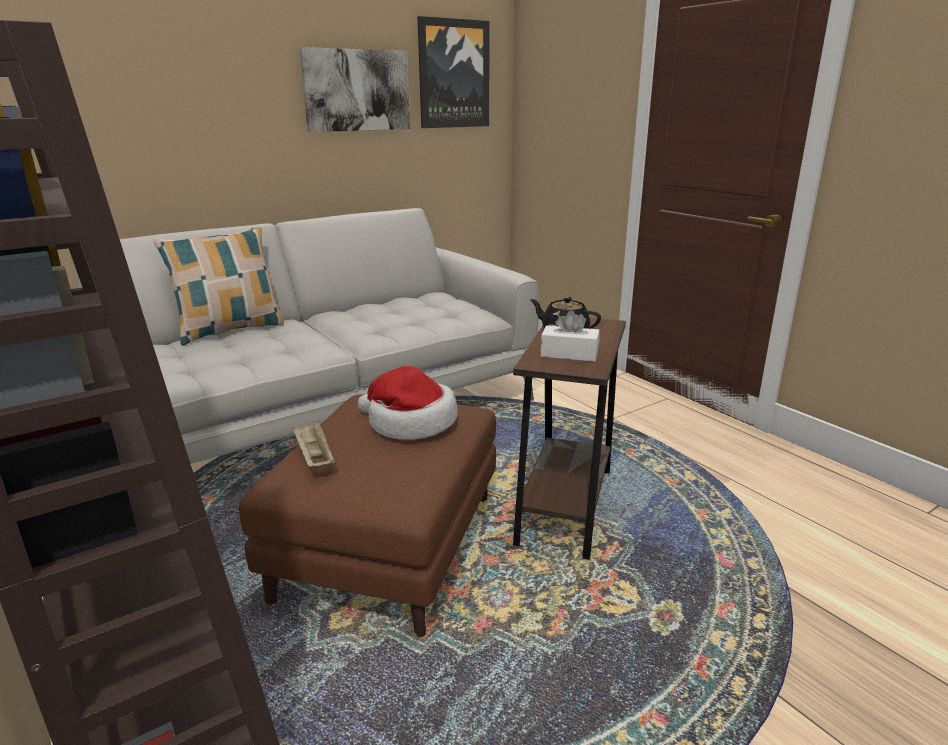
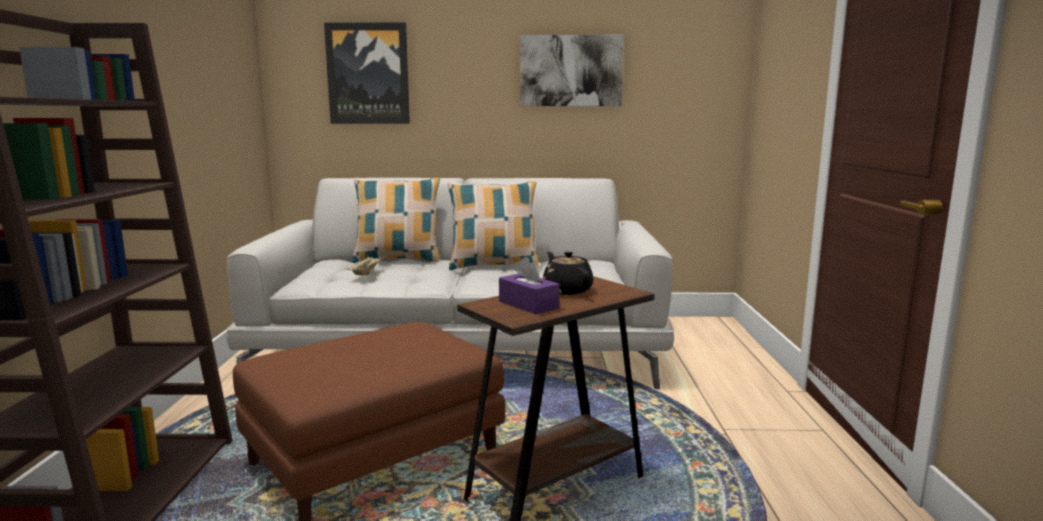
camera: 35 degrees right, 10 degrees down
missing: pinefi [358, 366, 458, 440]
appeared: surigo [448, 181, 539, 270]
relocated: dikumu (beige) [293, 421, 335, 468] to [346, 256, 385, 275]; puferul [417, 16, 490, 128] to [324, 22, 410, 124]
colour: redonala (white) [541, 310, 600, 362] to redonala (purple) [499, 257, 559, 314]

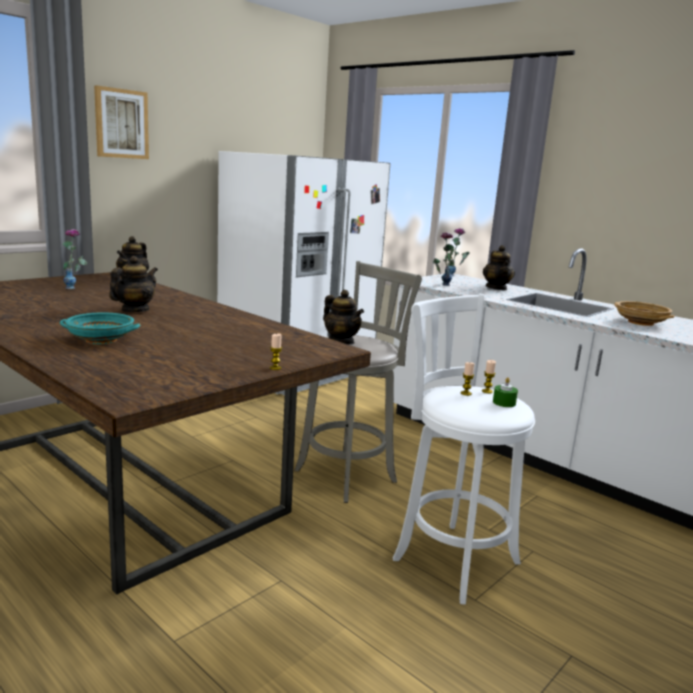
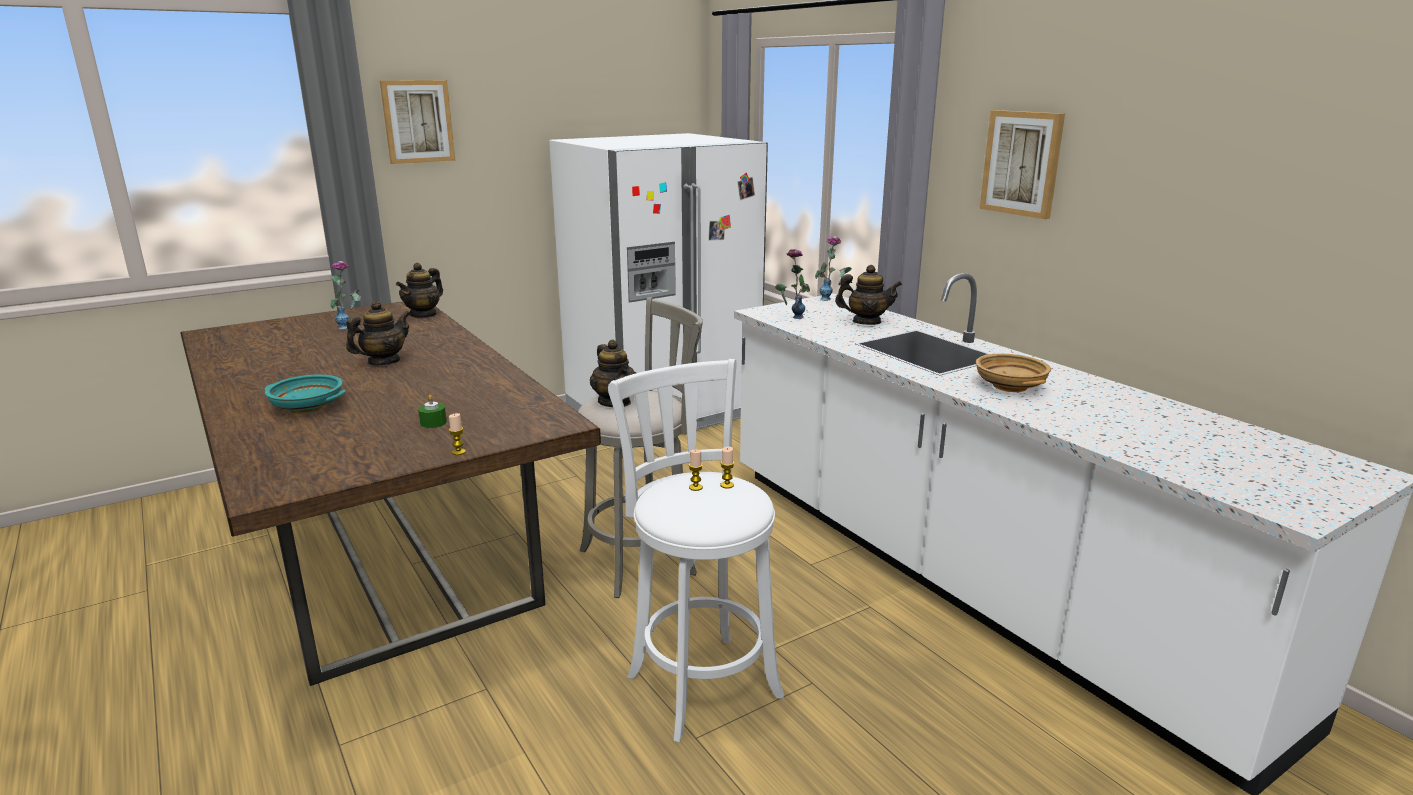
camera: 15 degrees right, 5 degrees up
appeared: puferul [979, 110, 1065, 219]
relocated: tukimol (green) [493, 377, 518, 407] to [418, 395, 447, 428]
spun: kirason [483, 245, 515, 290] = [835, 265, 902, 325] 90 degrees counterclockwise

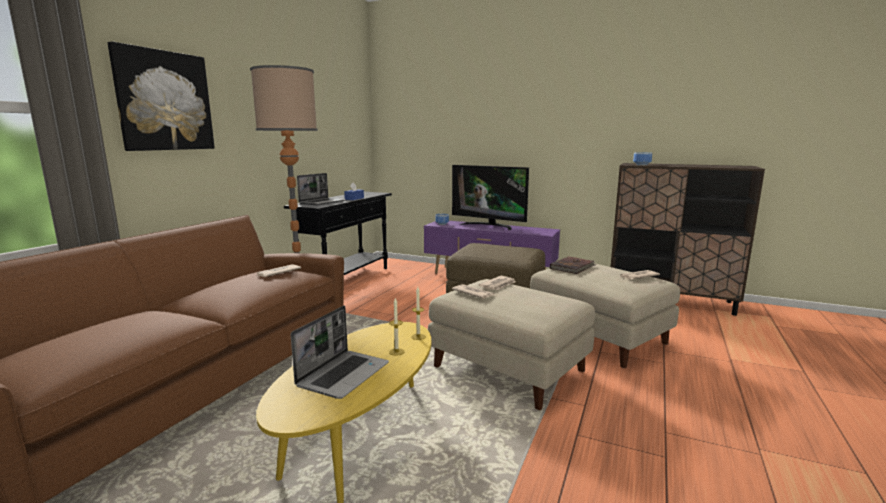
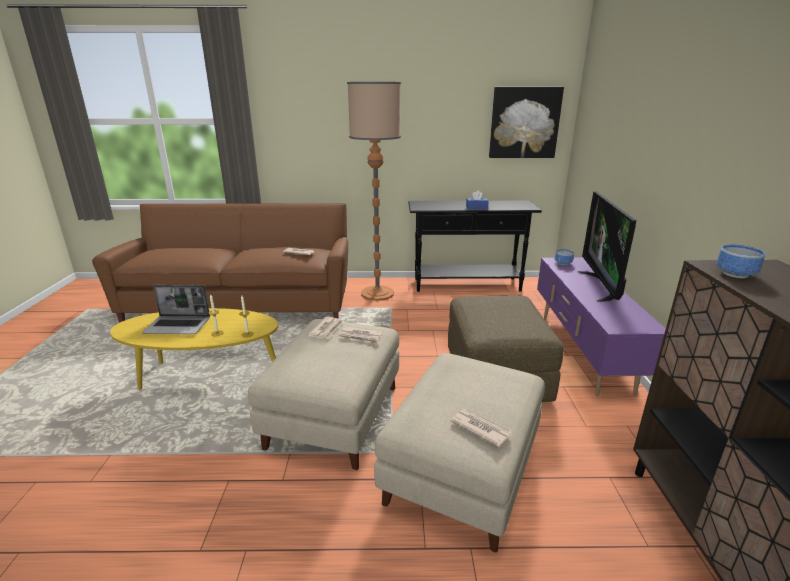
camera: 65 degrees right, 10 degrees up
missing: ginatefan [297, 173, 346, 205]; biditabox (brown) [550, 256, 597, 274]
relocated: puferul [108, 42, 215, 151] to [489, 87, 564, 158]

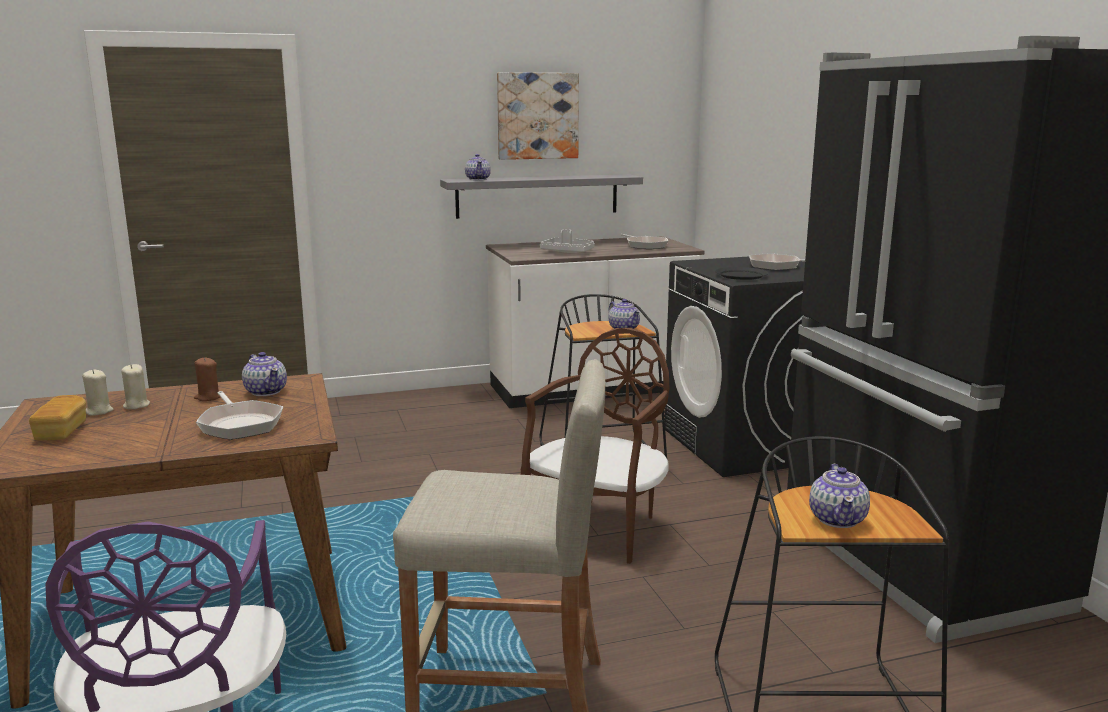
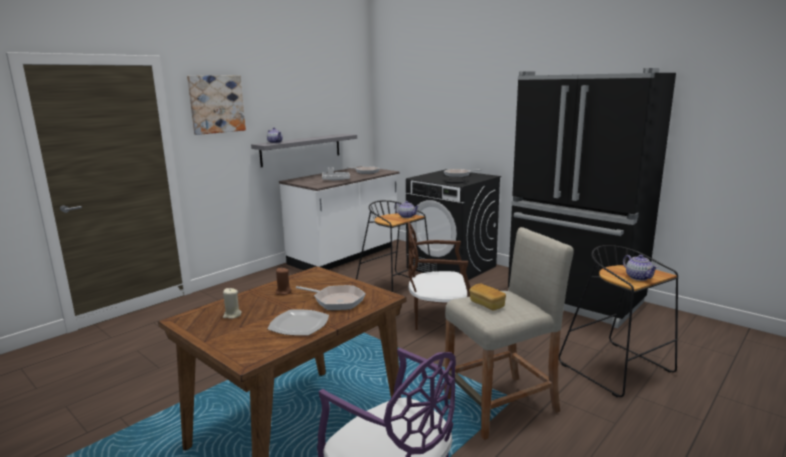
camera: 30 degrees left, 0 degrees up
missing: tukimol (beige) [121, 364, 150, 409]; kirason [242, 352, 287, 396]
appeared: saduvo [267, 310, 329, 336]
relocated: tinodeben [29, 395, 86, 440] to [469, 284, 506, 311]; puferul [497, 72, 579, 160] to [187, 75, 246, 135]
spun: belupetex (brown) [521, 328, 669, 564] = [408, 222, 470, 330] 90 degrees counterclockwise

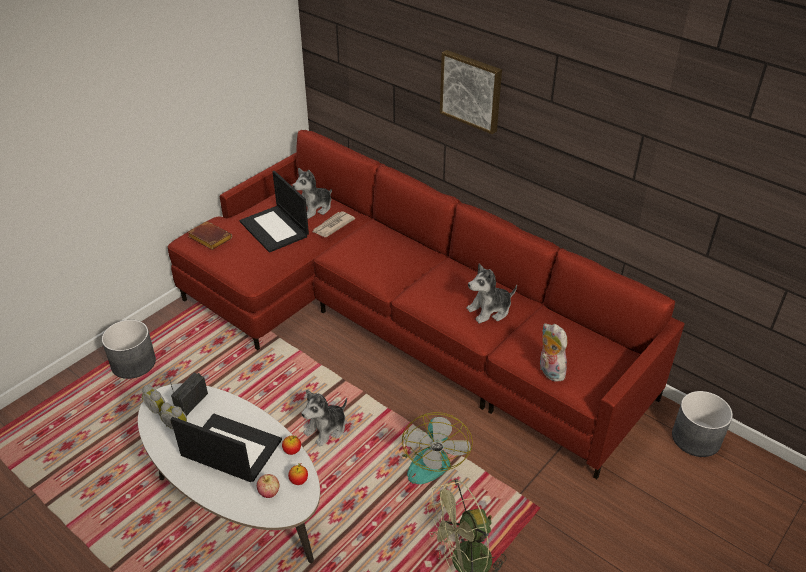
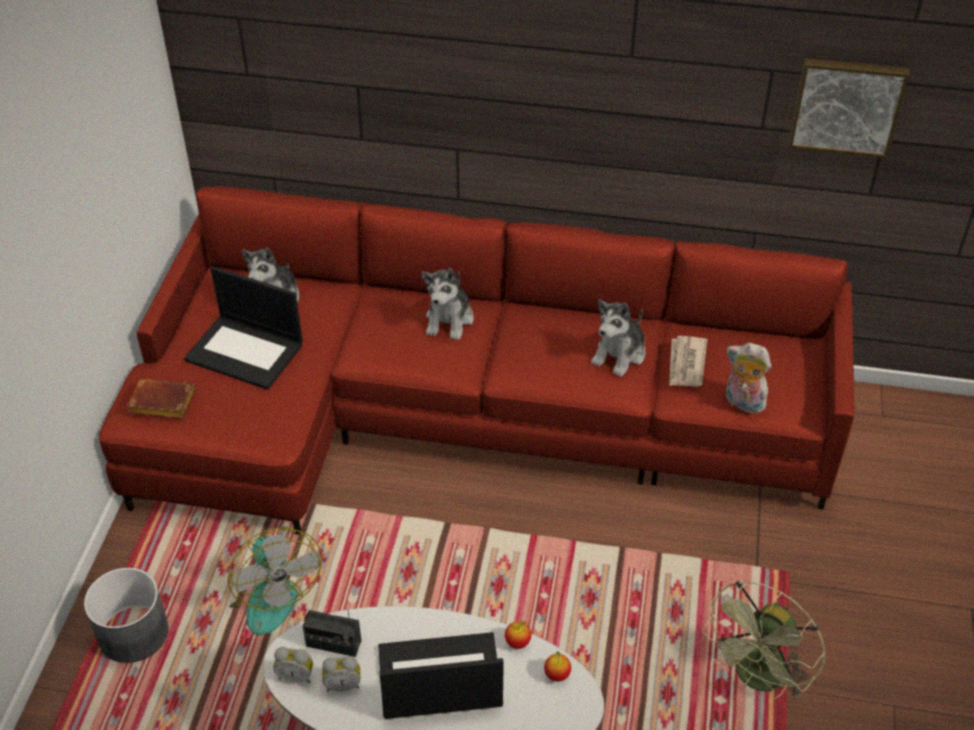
camera: 30 degrees left, 5 degrees up
missing: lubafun [257, 474, 279, 498]; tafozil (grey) [672, 391, 733, 457]
relocated: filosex [301, 390, 347, 446] to [421, 268, 474, 340]; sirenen [313, 211, 355, 237] to [669, 336, 707, 387]; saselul [402, 412, 473, 484] to [228, 528, 322, 635]; puferul [440, 50, 502, 134] to [788, 58, 910, 158]
spun: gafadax [168, 373, 208, 416] = [303, 610, 361, 657] 75 degrees counterclockwise

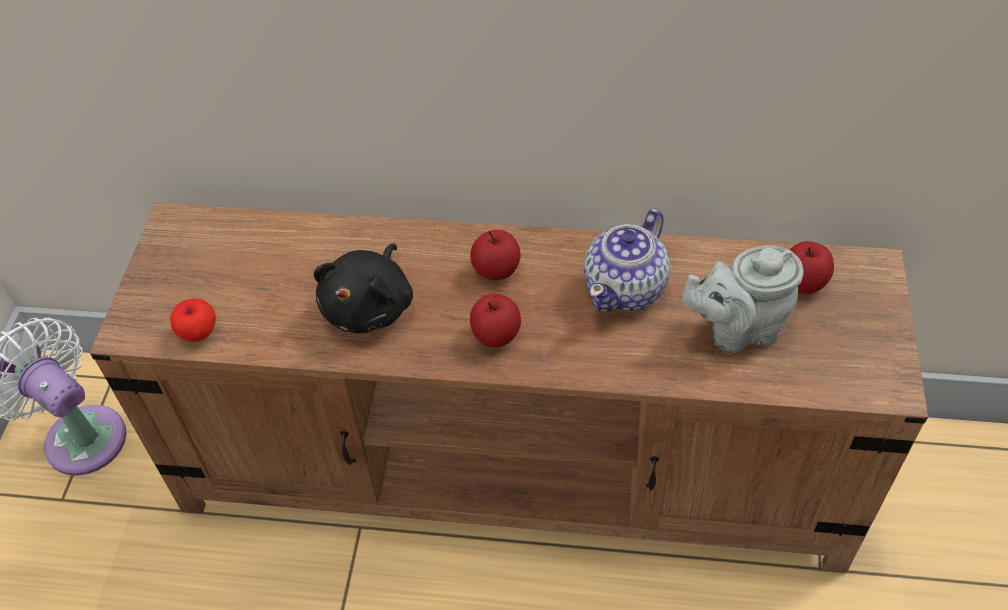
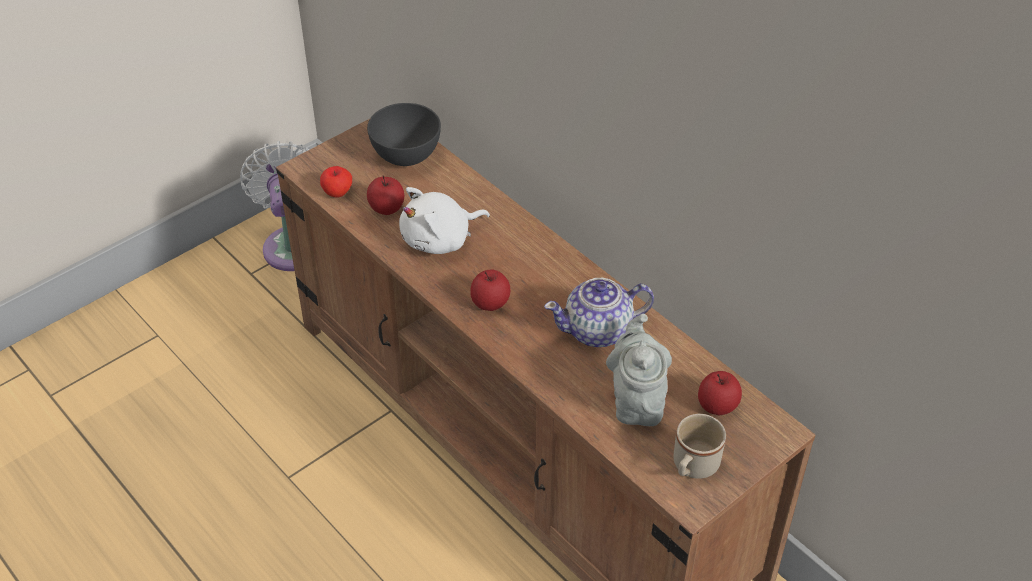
camera: 40 degrees right, 5 degrees down
appeared: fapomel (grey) [367, 103, 441, 166]; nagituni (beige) [674, 414, 726, 479]
relocated: lubafun [470, 230, 521, 280] to [367, 175, 404, 215]
colour: filosex (black) [314, 243, 413, 333] to filosex (white) [399, 187, 490, 254]
spun: kirason (grey) [682, 245, 804, 353] = [606, 314, 672, 426] 60 degrees clockwise

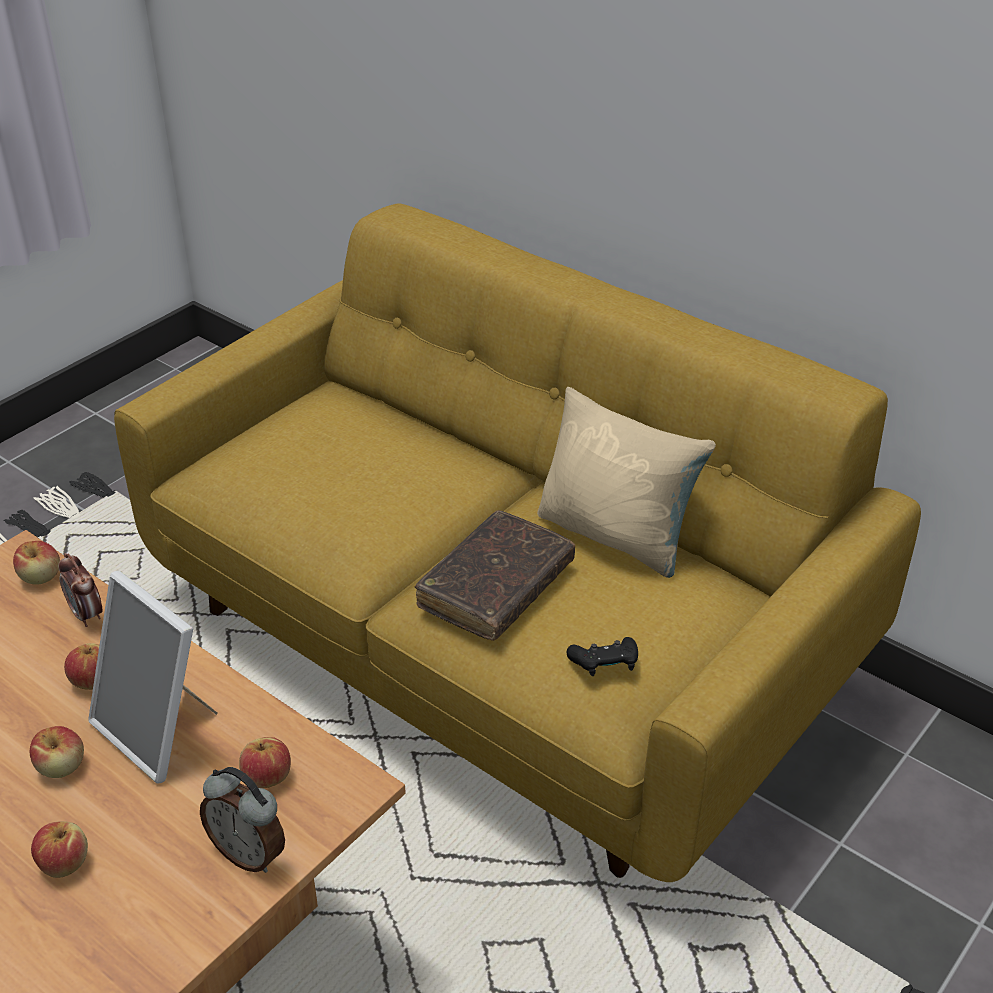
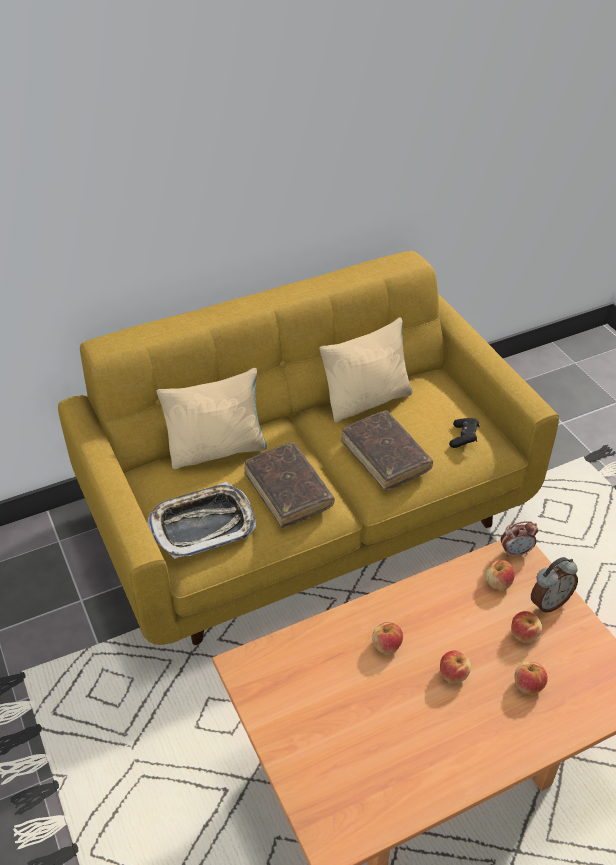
camera: 65 degrees left, 5 degrees up
missing: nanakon [88, 571, 218, 783]
appeared: dikumu [147, 482, 256, 559]; surigo (beige) [156, 368, 267, 469]; biditabox (brown) [244, 442, 335, 528]
relocated: lubafun [13, 541, 60, 585] to [511, 611, 542, 642]; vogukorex [59, 553, 102, 627] to [501, 521, 538, 557]

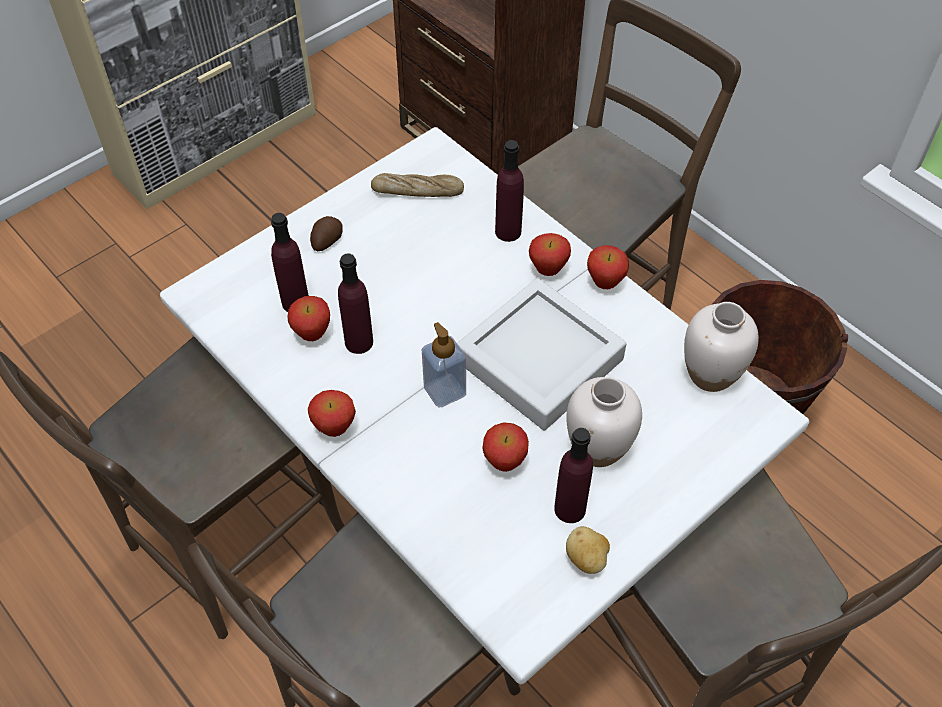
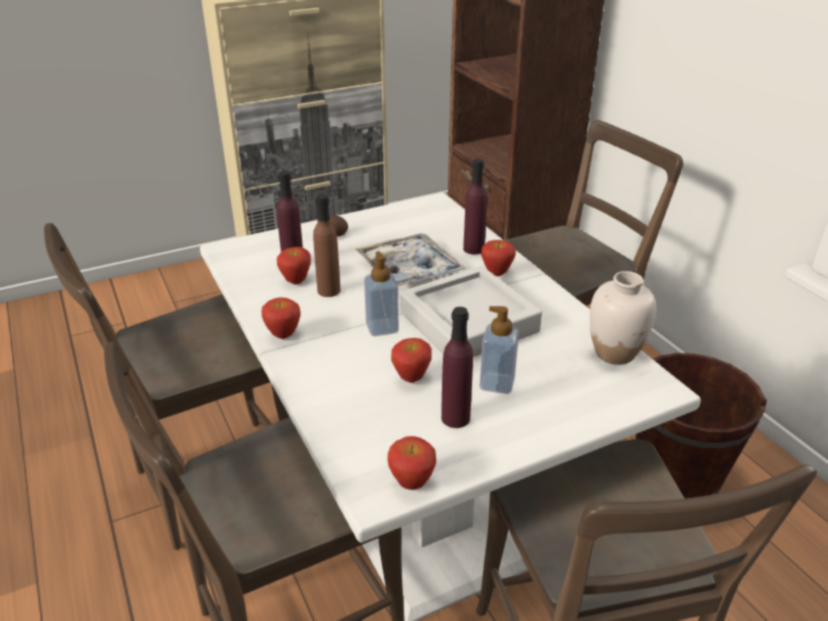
camera: 15 degrees right, 20 degrees down
missing: tinodeben [371, 173, 464, 197]; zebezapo [566, 526, 610, 574]
appeared: dikumu [355, 233, 466, 286]
relocated: lubafun [587, 245, 629, 289] to [388, 436, 436, 490]
exchanged: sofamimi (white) [566, 377, 642, 467] to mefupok [480, 306, 519, 394]
colour: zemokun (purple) [338, 253, 373, 354] to zemokun (brown) [313, 194, 340, 297]

